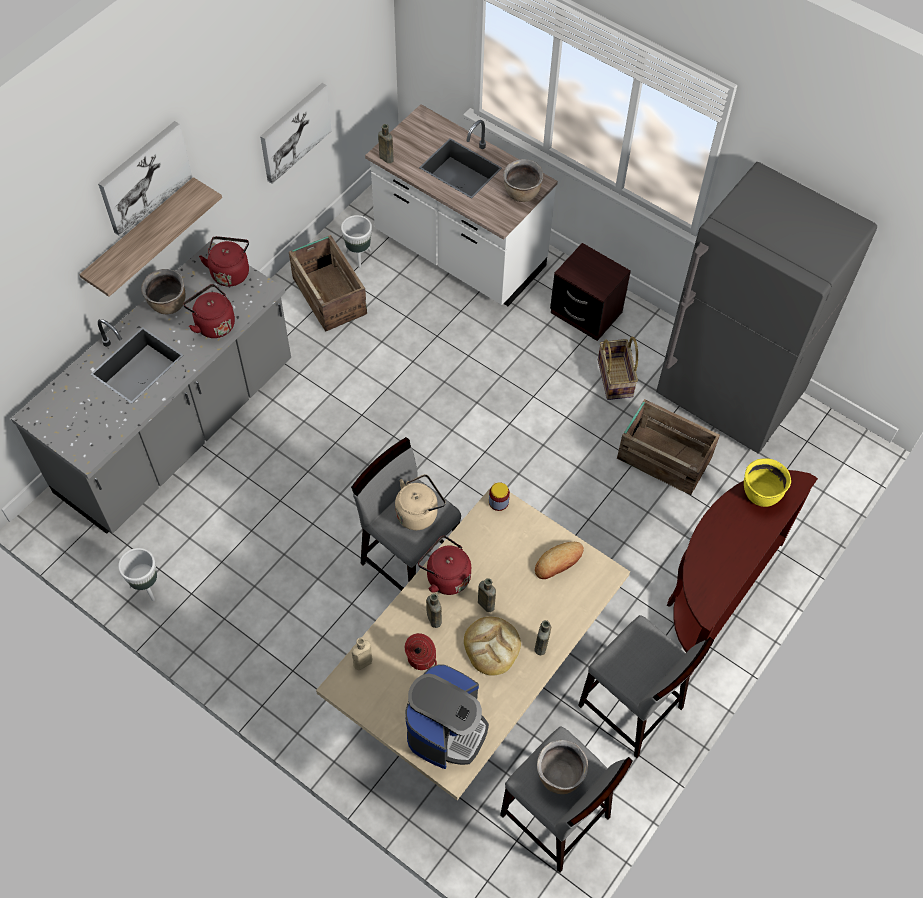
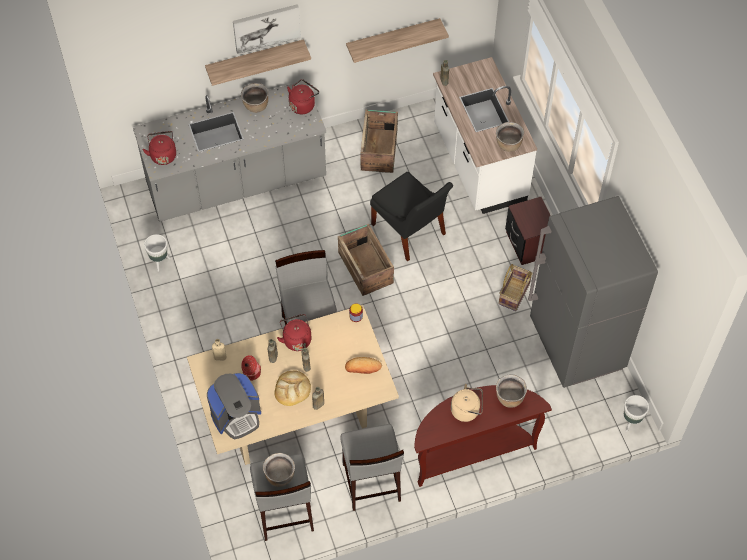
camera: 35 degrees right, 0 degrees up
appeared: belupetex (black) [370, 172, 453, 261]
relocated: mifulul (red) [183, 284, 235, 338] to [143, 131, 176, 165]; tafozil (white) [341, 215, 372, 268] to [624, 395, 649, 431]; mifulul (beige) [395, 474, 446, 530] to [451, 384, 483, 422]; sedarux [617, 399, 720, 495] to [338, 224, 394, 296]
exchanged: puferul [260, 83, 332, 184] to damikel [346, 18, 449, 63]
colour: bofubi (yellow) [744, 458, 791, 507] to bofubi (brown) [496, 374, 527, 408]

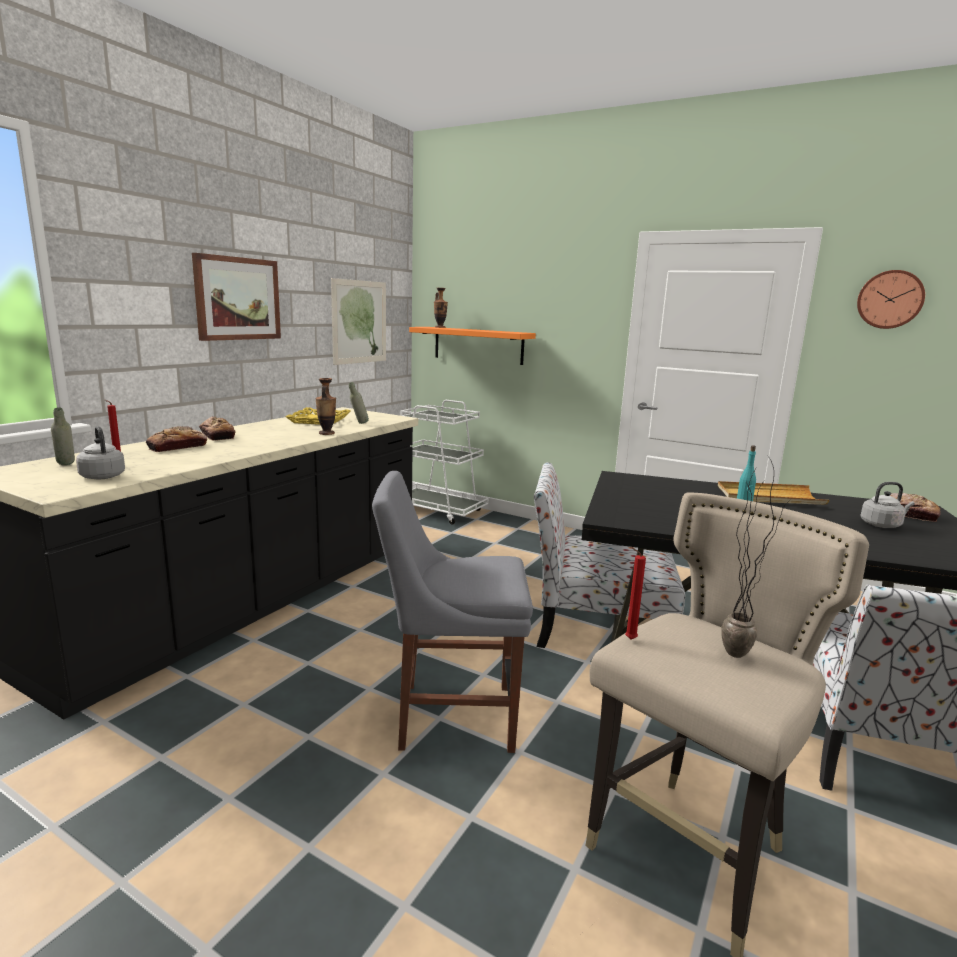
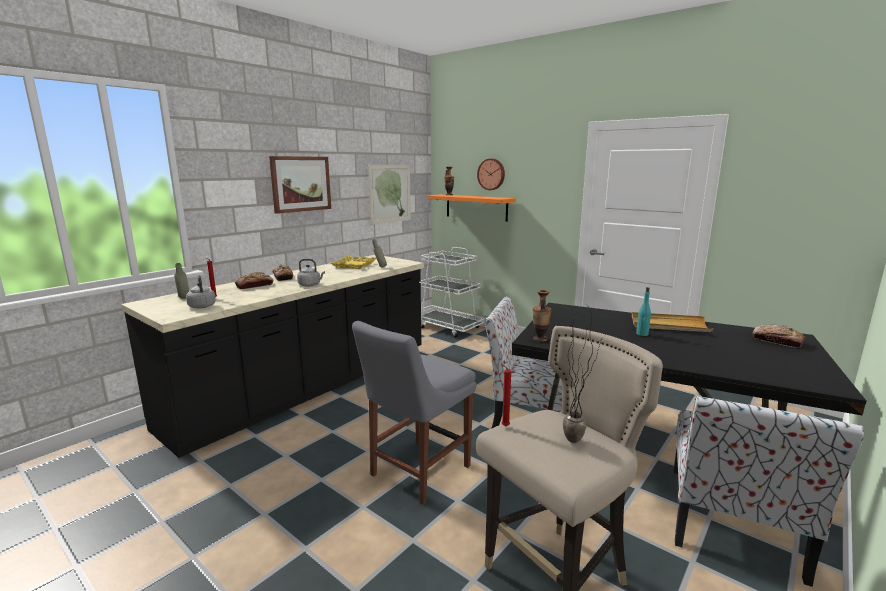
camera: 10 degrees right, 0 degrees up
relocated: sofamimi [315, 378, 336, 435] to [533, 290, 551, 342]; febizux [857, 270, 925, 329] to [477, 159, 505, 190]; mifulul (grey) [860, 482, 915, 528] to [297, 259, 325, 287]
spun: belupetex (grey) [372, 471, 533, 753] = [352, 321, 476, 505] 60 degrees counterclockwise

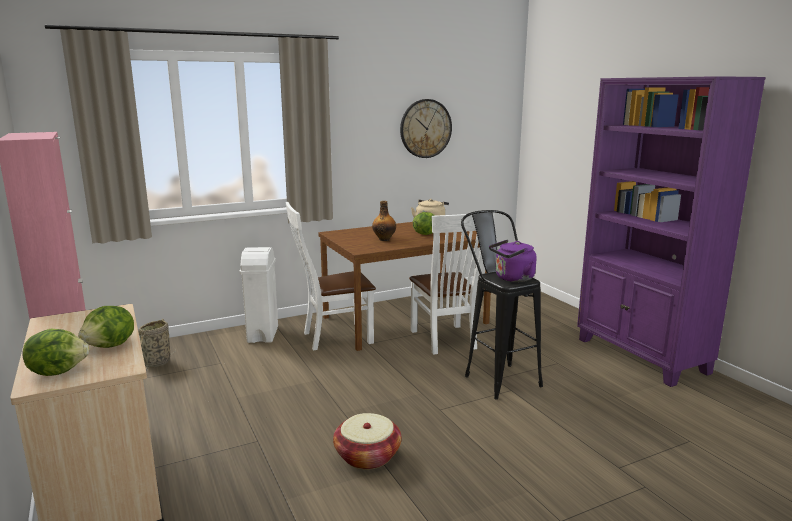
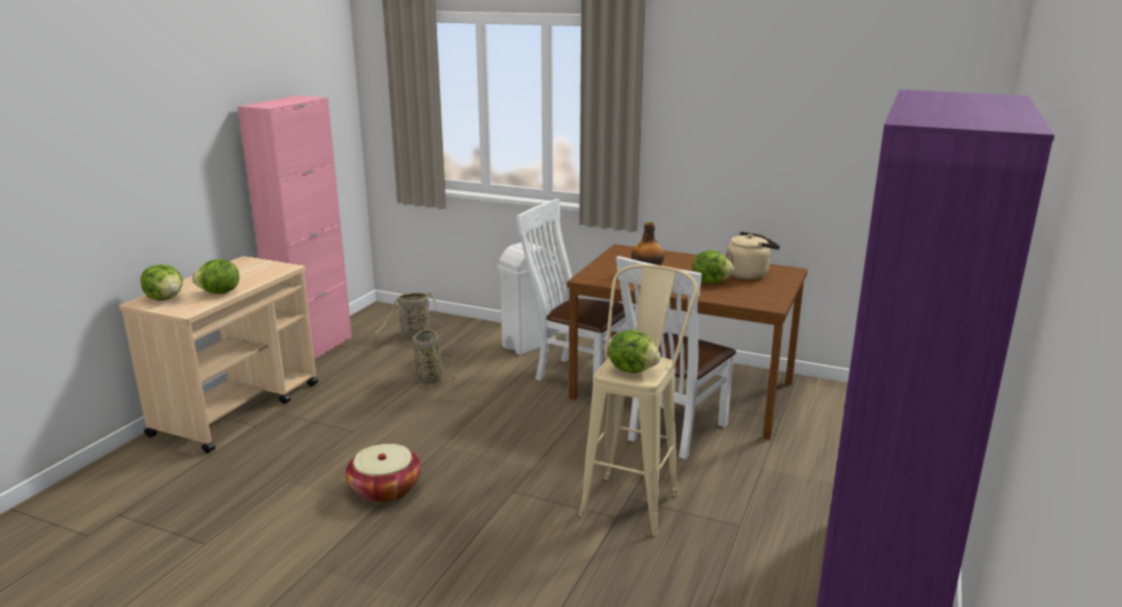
camera: 50 degrees right, 5 degrees up
missing: febizux [400, 99, 452, 158]
appeared: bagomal [412, 329, 456, 390]
exchanged: mifulul (purple) [489, 239, 536, 282] to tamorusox [608, 330, 661, 373]
colour: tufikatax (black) [461, 210, 543, 400] to tufikatax (beige) [579, 264, 698, 536]

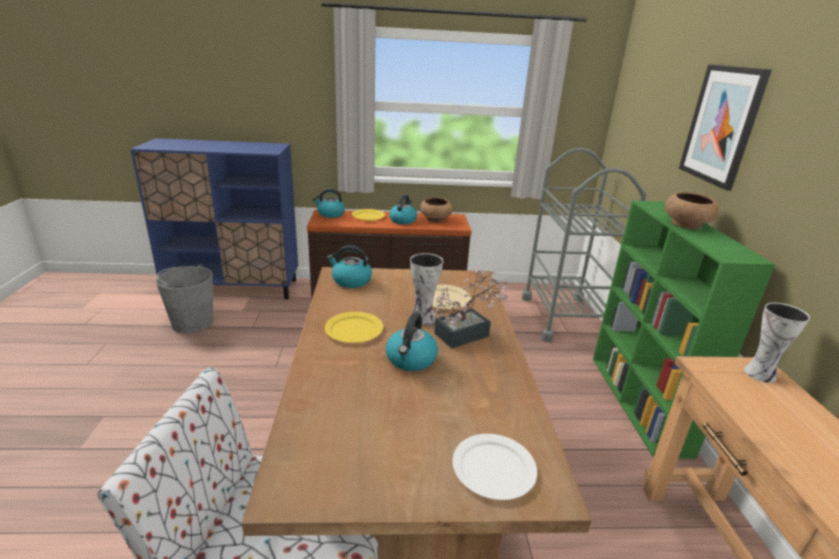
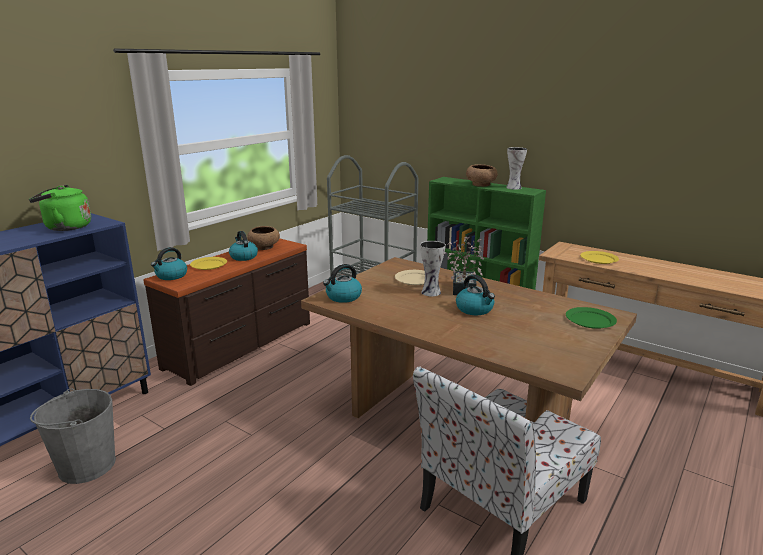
camera: 50 degrees left, 5 degrees down
missing: puferul [679, 64, 772, 191]
appeared: mifulul (green) [29, 185, 91, 231]
relocated: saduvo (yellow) [325, 312, 383, 343] to [580, 251, 619, 264]; sofamimi [744, 302, 810, 383] to [506, 147, 527, 189]
colour: saduvo (white) [452, 434, 537, 500] to saduvo (green) [566, 307, 617, 329]

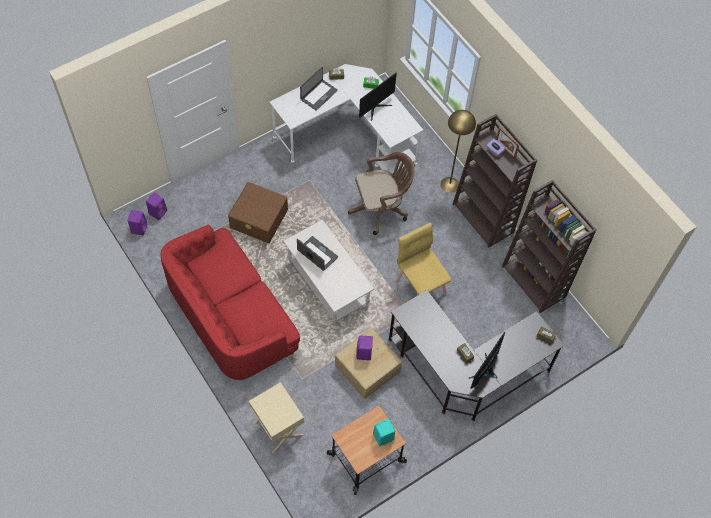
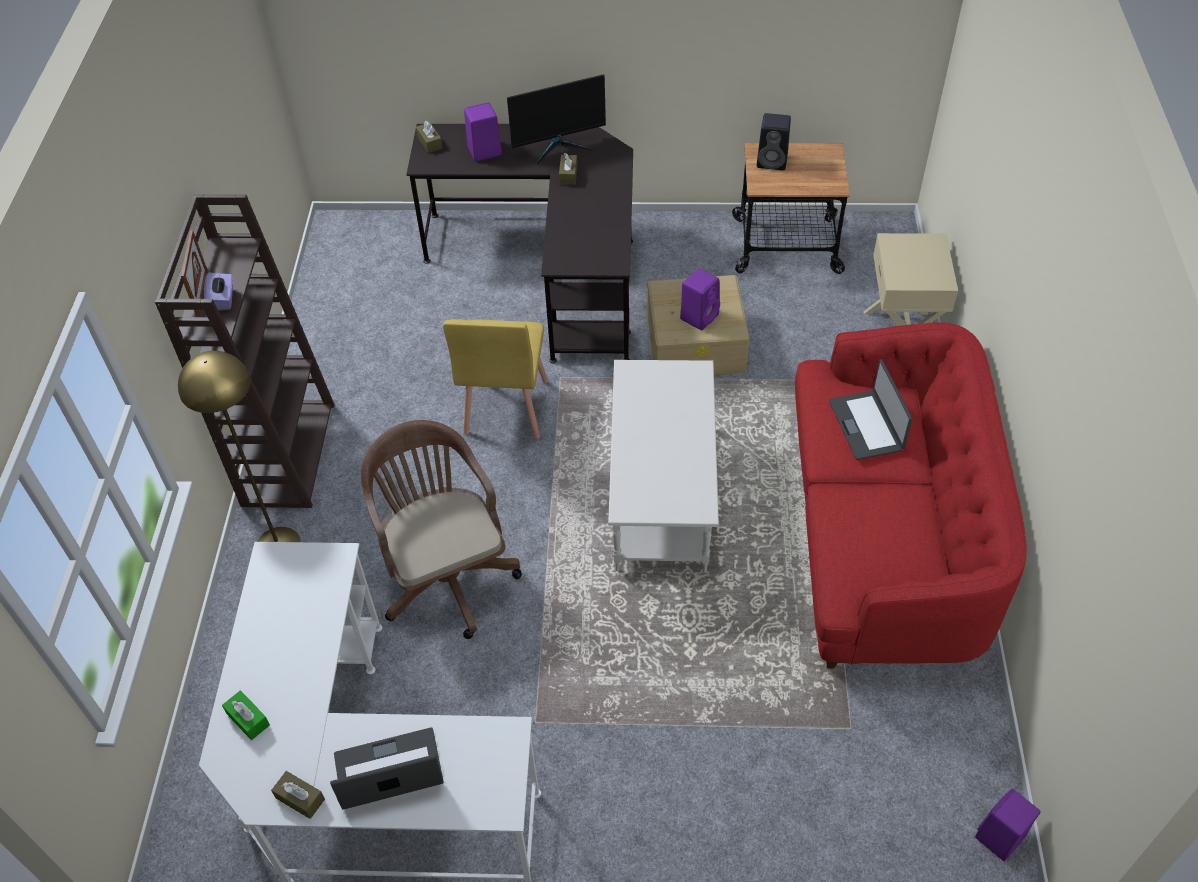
camera: 140 degrees left, 10 degrees down
missing: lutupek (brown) [228, 182, 288, 243]; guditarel [359, 73, 397, 121]; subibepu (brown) [502, 180, 597, 313]
relocated: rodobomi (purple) [146, 193, 167, 220] to [464, 102, 502, 161]; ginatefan [297, 236, 338, 271] to [829, 359, 913, 460]
colour: rodobomi (turquoise) [373, 419, 395, 446] to rodobomi (black) [757, 113, 791, 170]
spun: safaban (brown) [348, 152, 415, 235] = [361, 420, 522, 639] 45 degrees clockwise

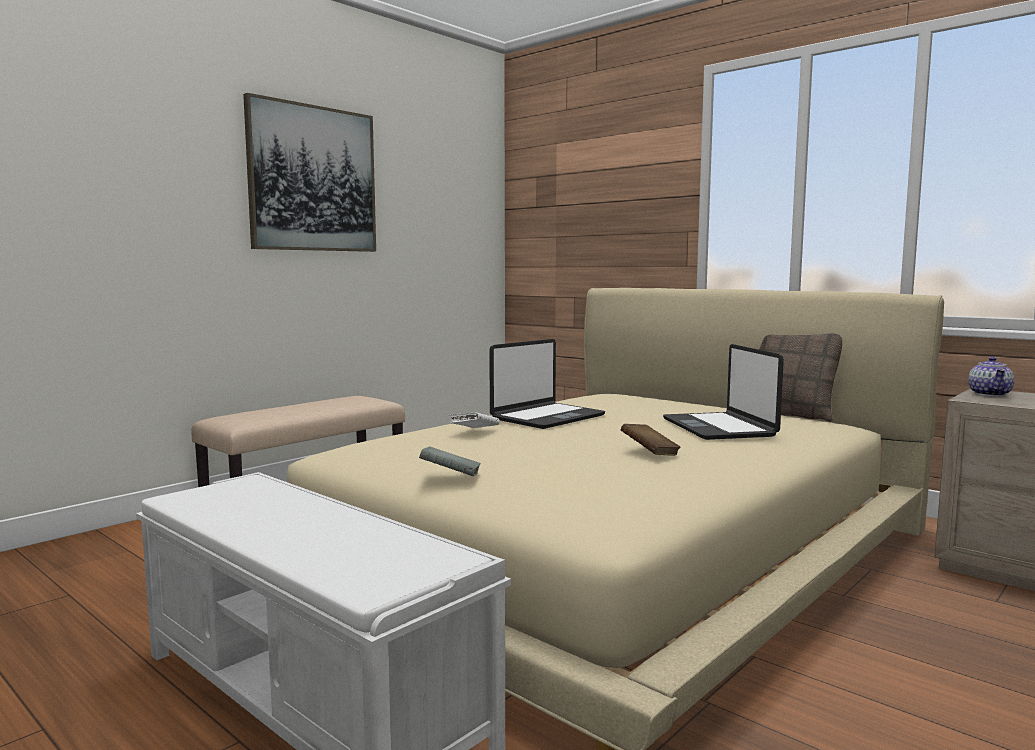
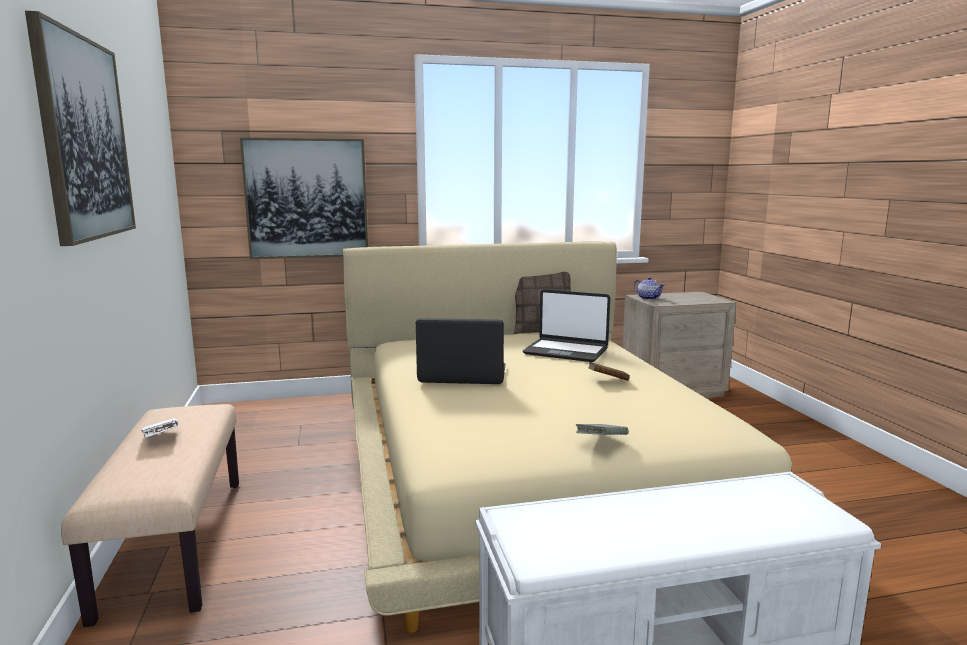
camera: 55 degrees left, 5 degrees up
appeared: puferul [240, 138, 368, 259]
relocated: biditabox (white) [450, 413, 500, 428] to [141, 418, 178, 438]
spun: ginatefan [489, 339, 605, 429] = [416, 318, 506, 384] 75 degrees counterclockwise

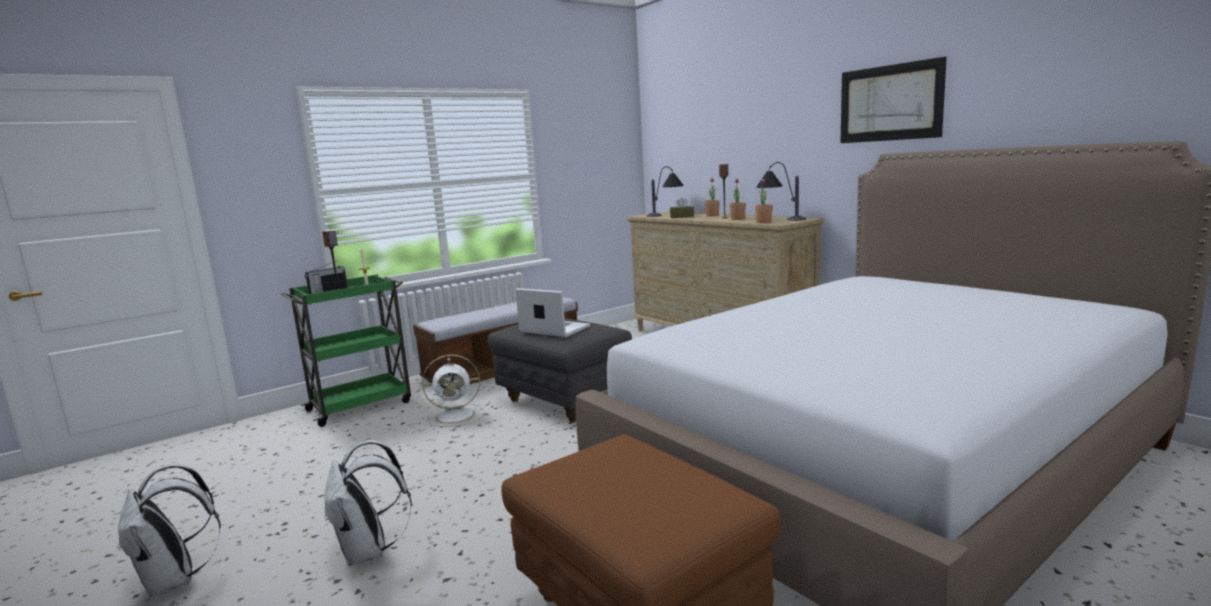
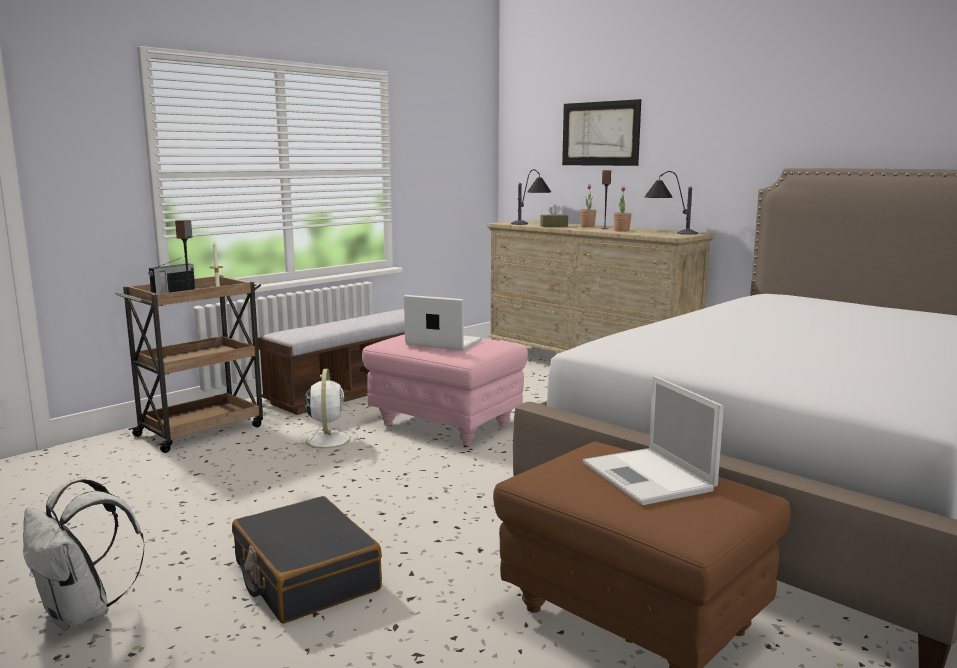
camera: 10 degrees left, 0 degrees up
missing: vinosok [755, 179, 773, 223]
appeared: ginatefan [583, 376, 724, 505]
relocated: puferul [840, 56, 947, 143] to [562, 99, 641, 166]
exchanged: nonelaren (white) [324, 440, 412, 566] to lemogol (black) [232, 496, 382, 624]
colour: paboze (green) [281, 274, 411, 427] to paboze (brown) [115, 275, 263, 453]; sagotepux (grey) [488, 318, 632, 422] to sagotepux (pink) [362, 334, 528, 445]
spun: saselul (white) [422, 355, 484, 427] = [296, 369, 360, 453] 75 degrees counterclockwise

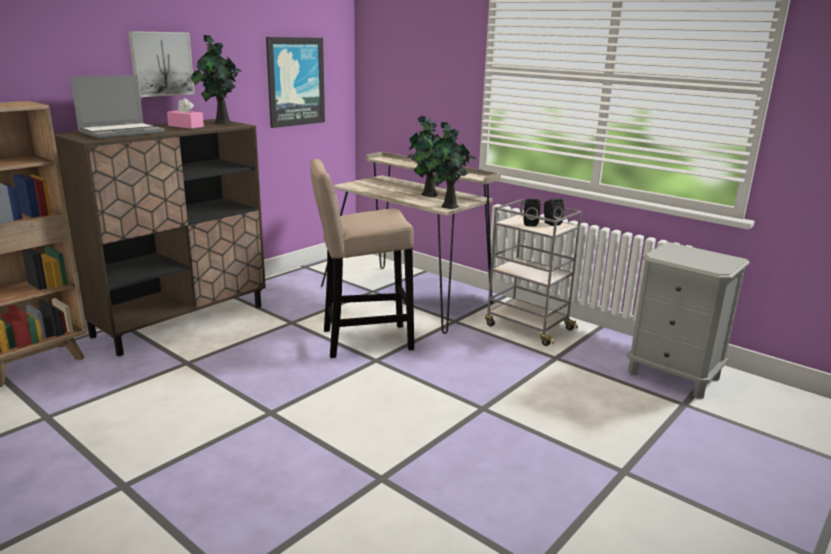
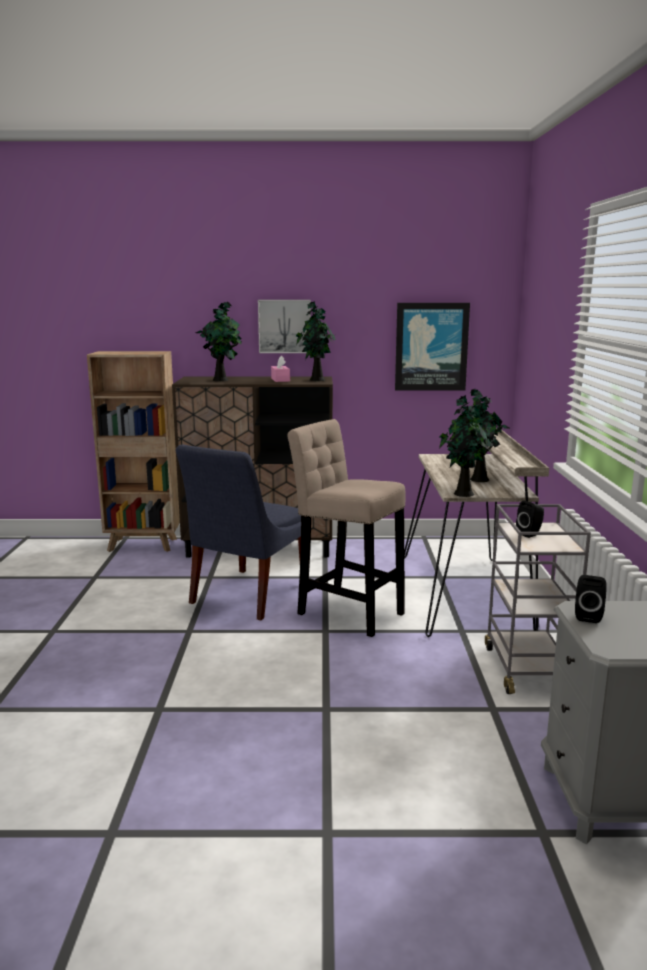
camera: 50 degrees right, 5 degrees down
appeared: belupetex (blue) [176, 445, 301, 620]
relocated: rodobomi (black) [544, 198, 564, 226] to [575, 575, 607, 623]
exchanged: ginatefan [70, 75, 165, 139] to vinosok [195, 302, 242, 381]

